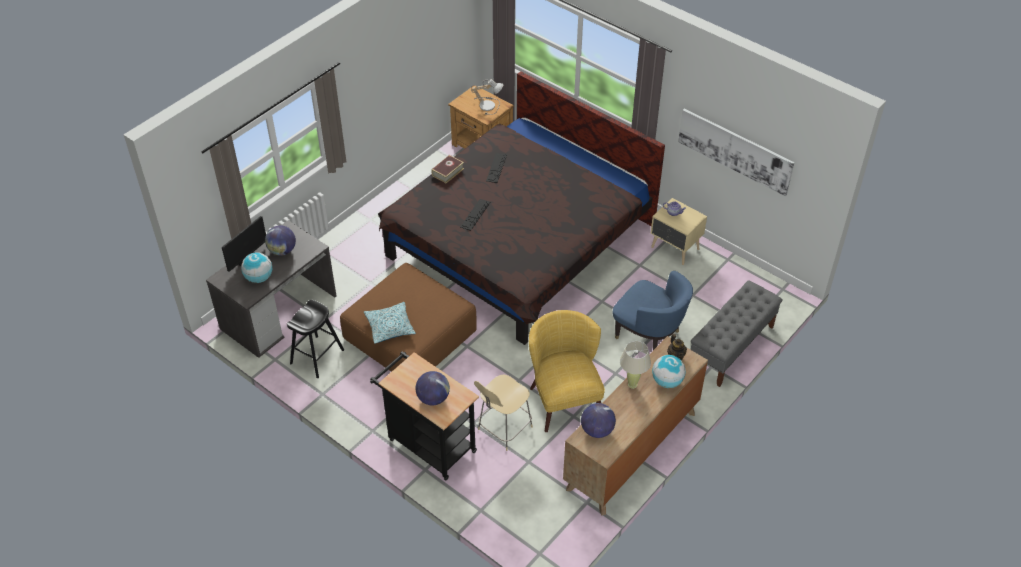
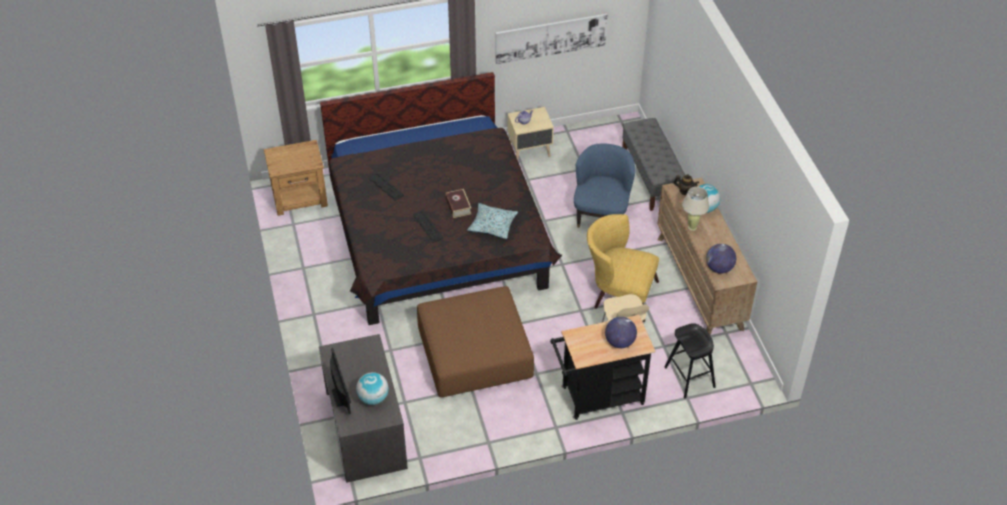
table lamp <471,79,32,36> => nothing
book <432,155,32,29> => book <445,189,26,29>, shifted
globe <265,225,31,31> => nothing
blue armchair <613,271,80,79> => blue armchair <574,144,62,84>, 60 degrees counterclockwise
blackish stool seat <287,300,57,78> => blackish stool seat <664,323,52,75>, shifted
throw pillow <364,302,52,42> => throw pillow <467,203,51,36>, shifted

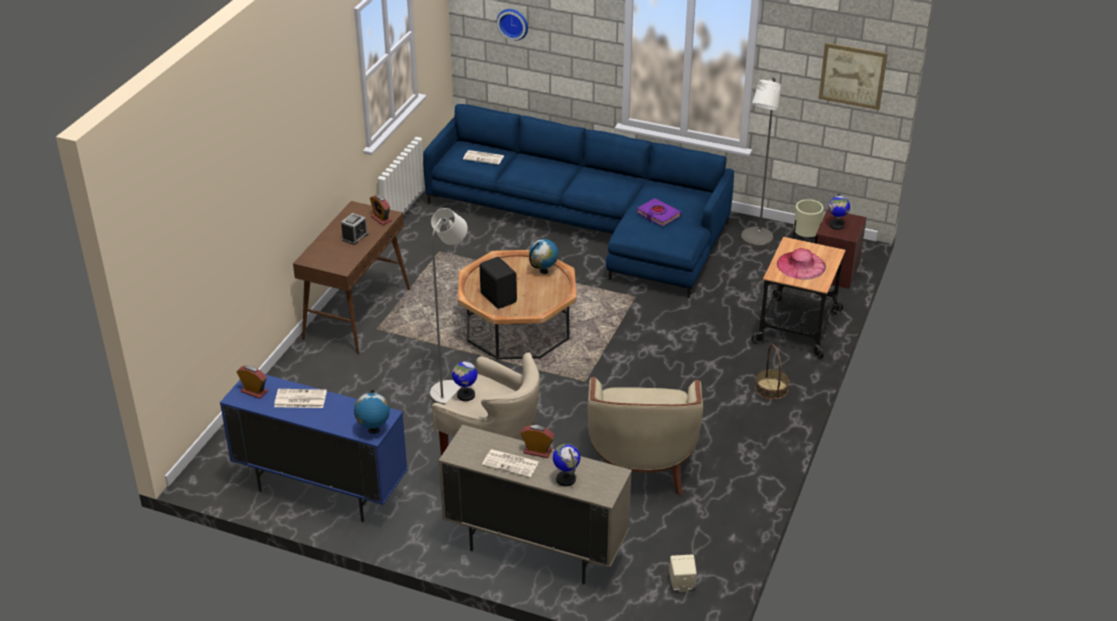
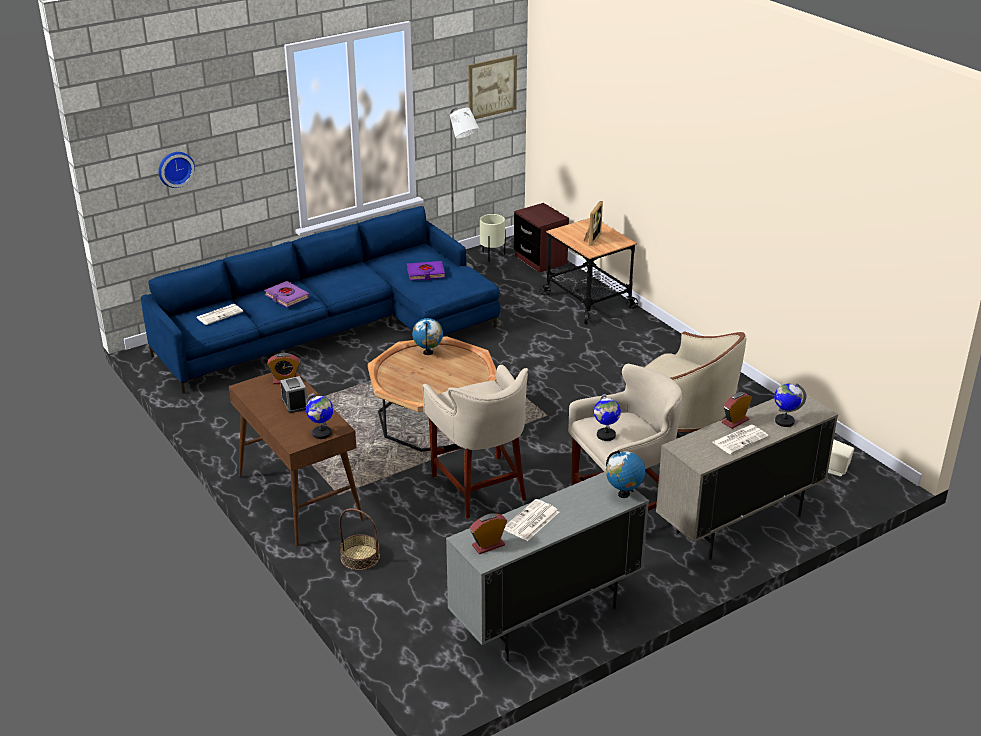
globe <829,192,21,38> => globe <306,393,28,46>, shifted
grey standing lamp <430,208,38,197> => beige stool seat <422,365,106,154>
pinkish hat <777,248,49,32> => picture frame <584,201,19,45>
blackish speaker <480,257,37,52> => nothing
storage basket <755,344,35,56> => storage basket <339,508,41,62>, shifted
blue cupboard <220,374,188,148> => grey cupboard <446,471,203,191>
nothing => purple-coloured book <264,281,46,26>

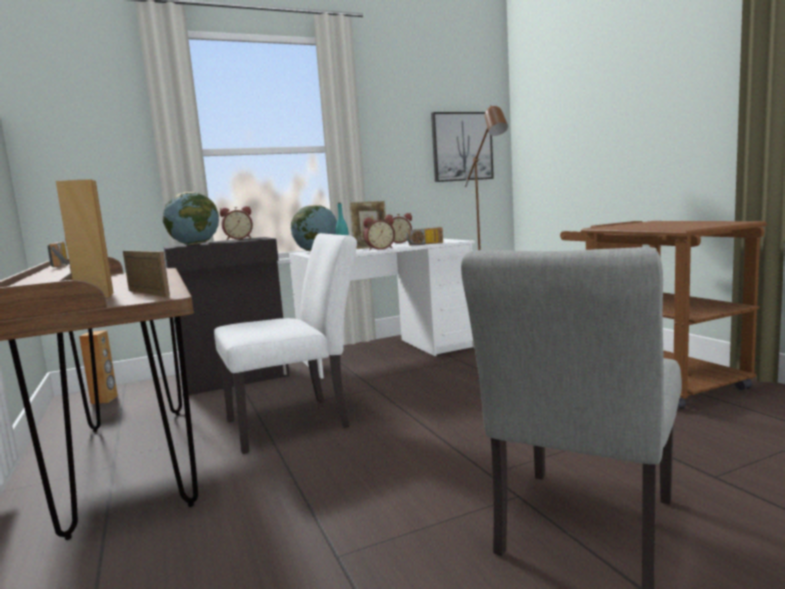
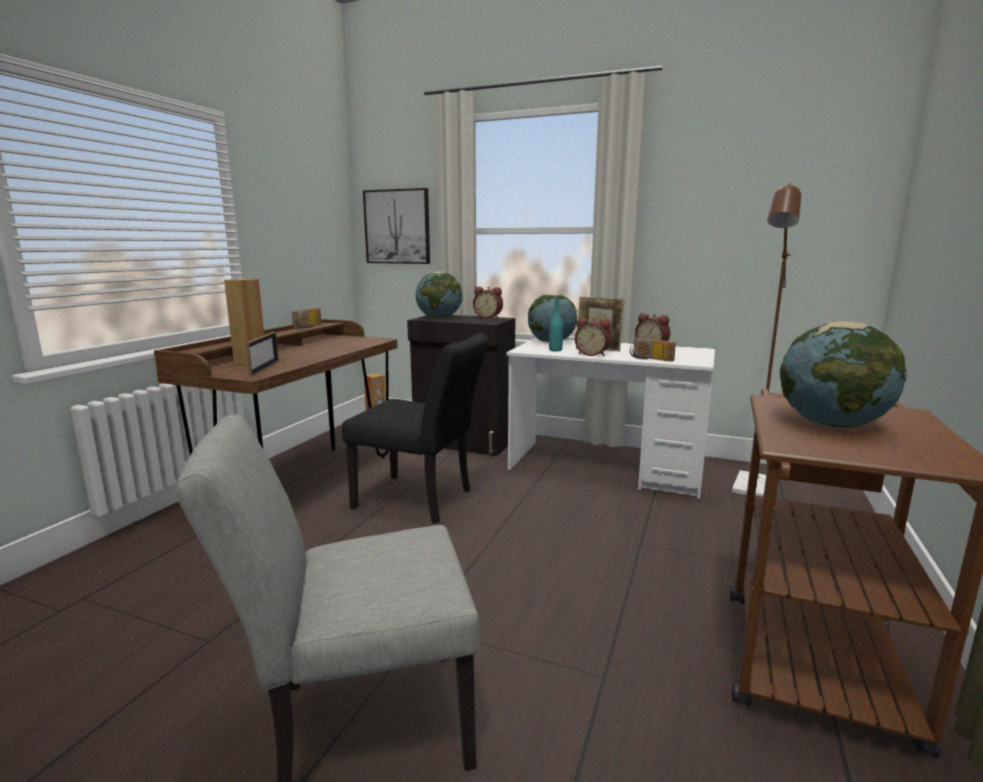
wall art <431,112,63,70> => wall art <363,188,67,76>, shifted
white-coloured chair <214,233,143,221> => blackish chair <342,333,147,191>
nothing => globe <780,321,127,108>

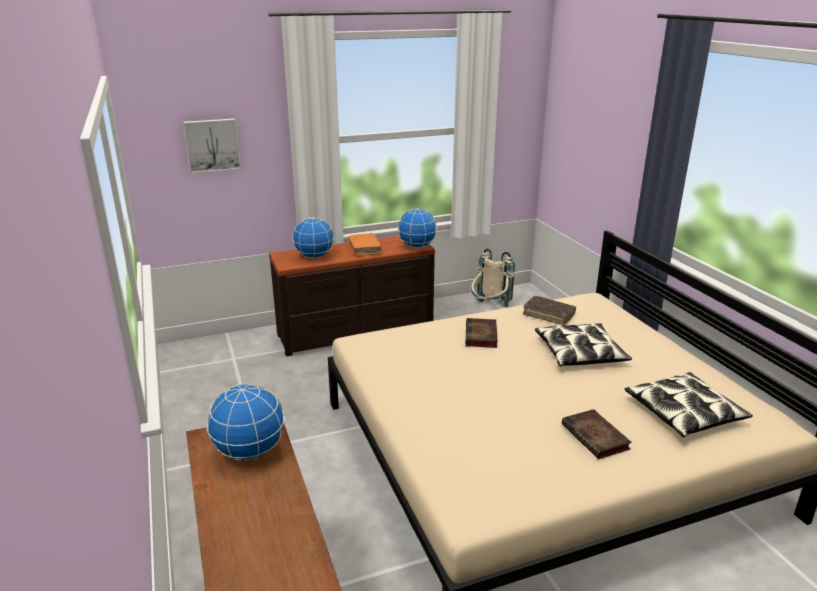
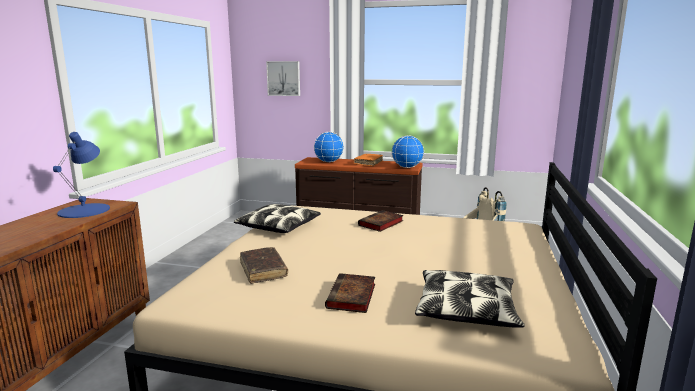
brownish book <523,296,53,30> => brownish book <240,247,48,37>, shifted
throw pillow <535,323,97,43> => throw pillow <234,204,87,29>, shifted
globe <207,384,78,76> => blue table lamp <53,132,57,86>

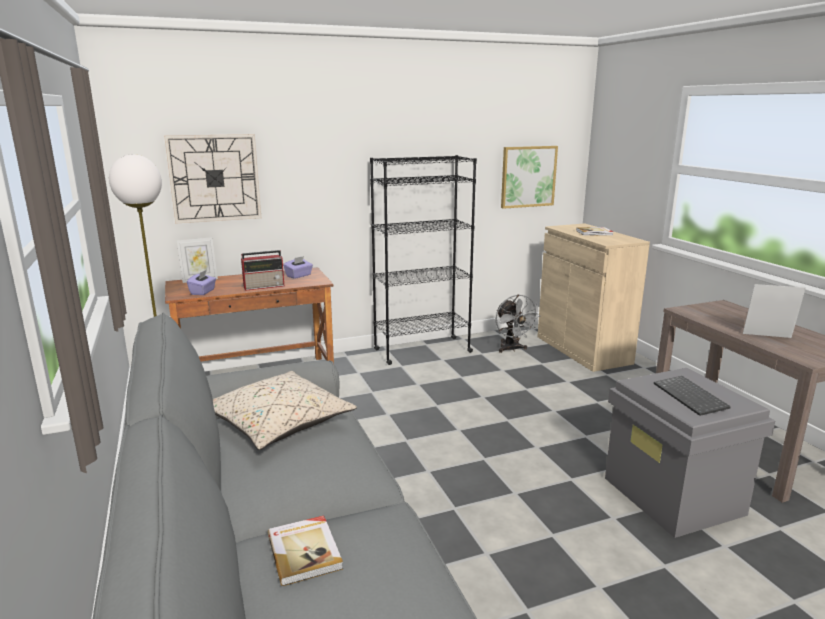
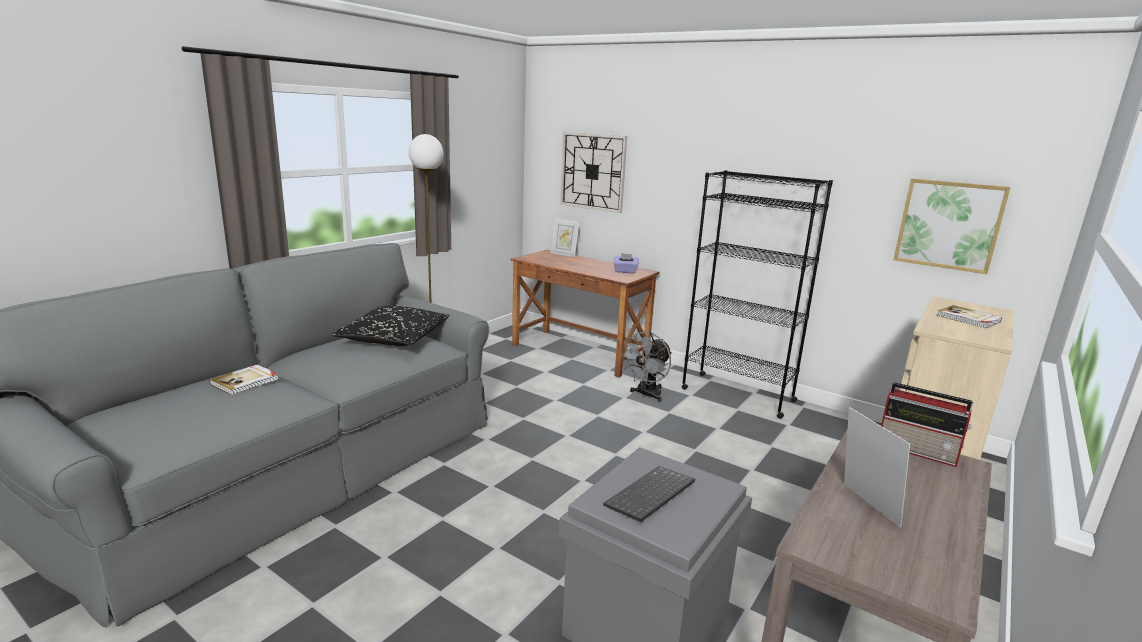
radio receiver <241,250,43,41> => radio receiver <881,382,92,85>, shifted
purple-coloured tissue holder <187,270,29,25> => nothing
grey cooling fan <496,294,45,59> => grey cooling fan <620,332,52,70>, shifted
beige throw pillow <213,371,144,79> => blackish throw pillow <332,306,117,40>

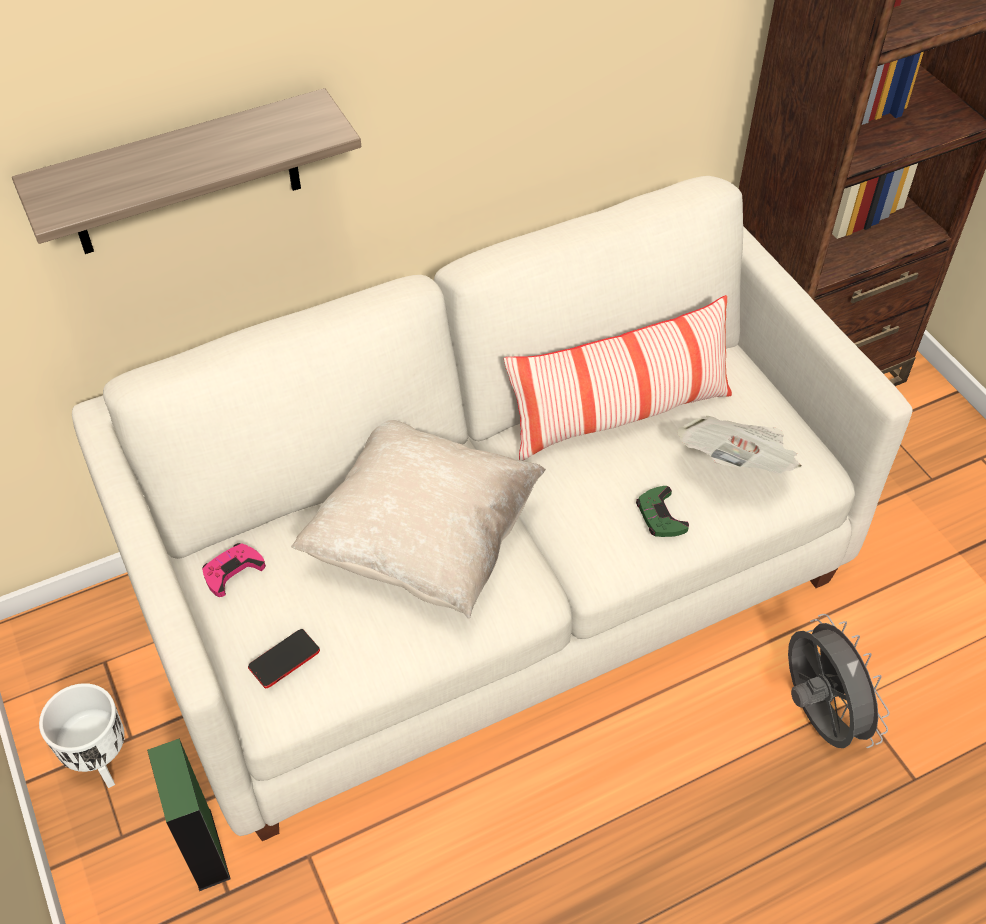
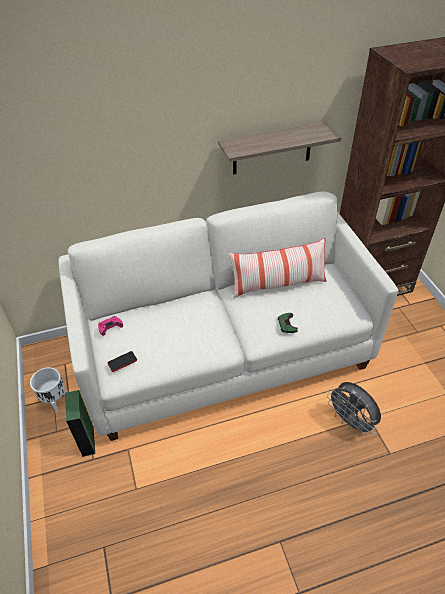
wall shelf <12,88,349,166> => wall shelf <218,122,123,53>, shifted
daily paper <678,416,124,58> => nothing
beige throw pillow <291,420,255,199> => nothing
grey cooling fan <788,614,102,134> => grey cooling fan <327,382,54,55>, 150 degrees clockwise

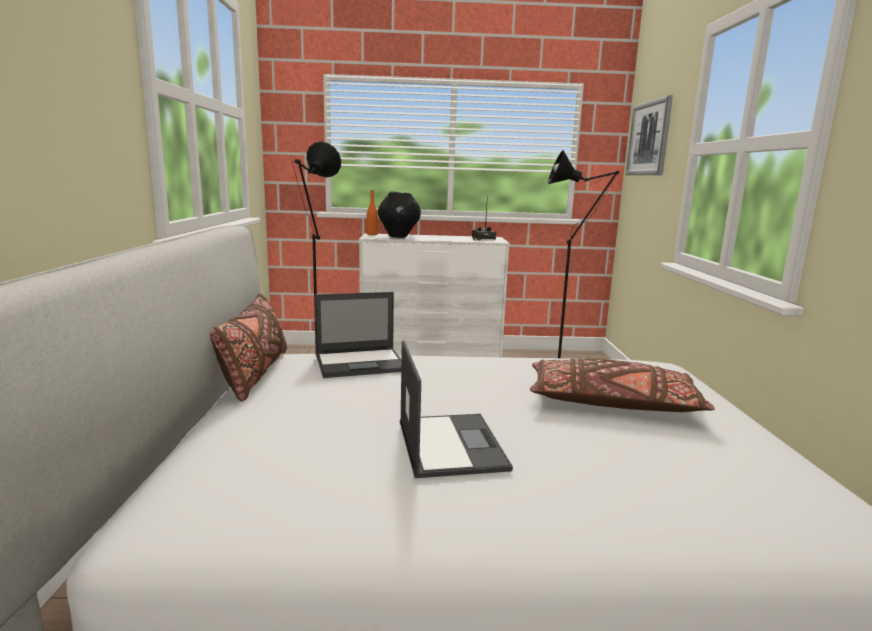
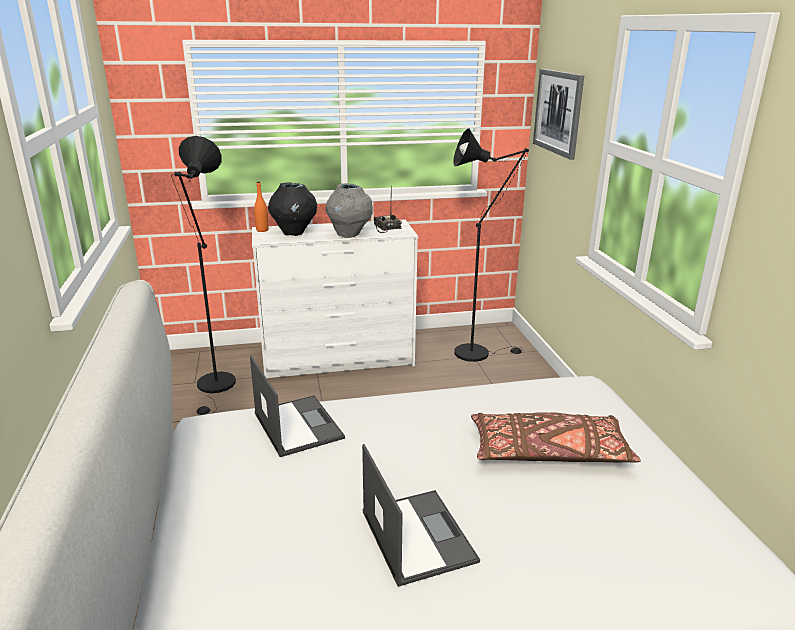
laptop <314,292,87,86> => laptop <250,355,95,102>, 90 degrees counterclockwise
brownish throw pillow <210,293,77,109> => nothing
nothing => grey vase <325,183,48,55>

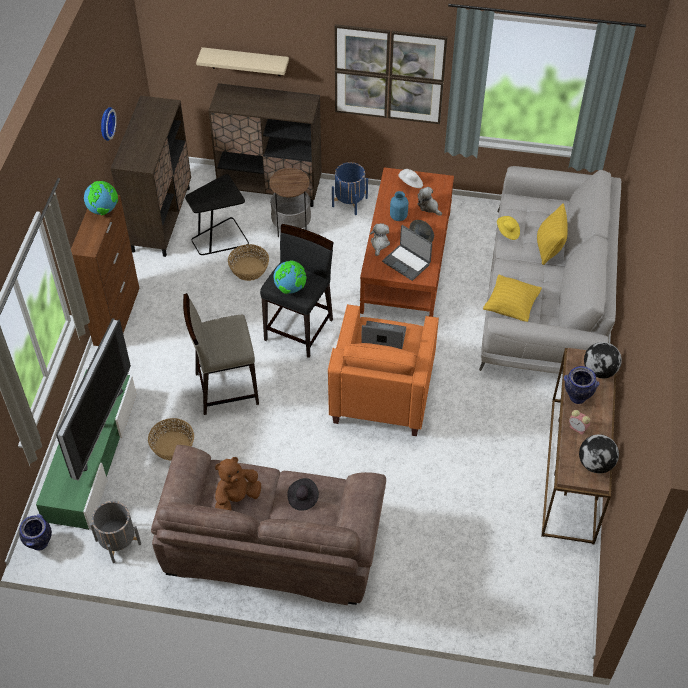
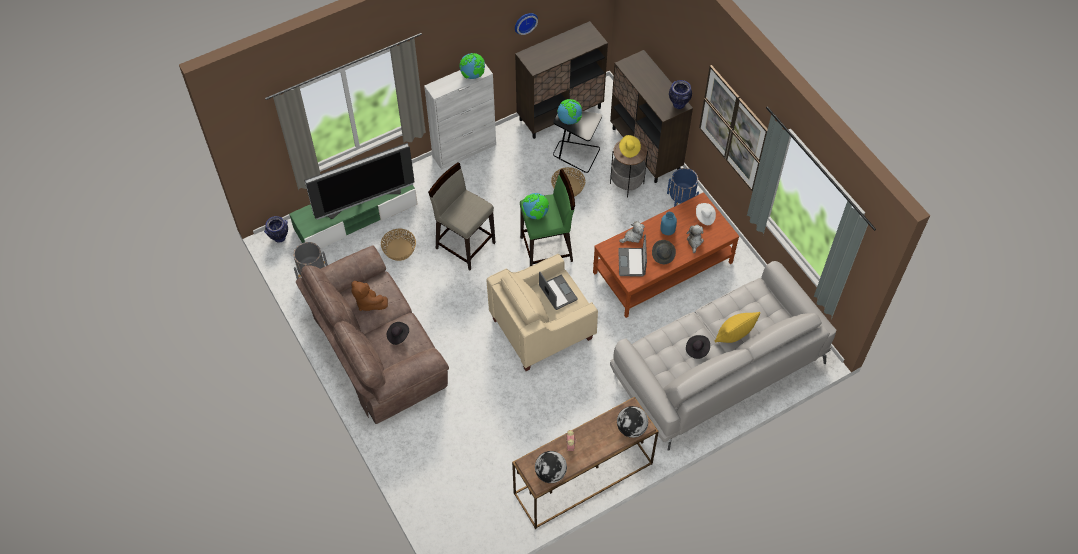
beige wall shelf <196,47,93,29> => nothing
brownish cupboard <71,195,68,151> => white-coloured cupboard <424,64,72,106>
yellowish hat <497,216,23,24> => yellowish hat <619,135,22,23>, shifted
blackish stool seat <260,224,73,134> => green-coloured stool seat <520,169,55,97>
yellowish throw pillow <483,274,59,48> => nothing
orange armchair <328,304,111,132> => beige armchair <486,254,112,117>
vase <564,366,35,38> => vase <669,80,23,29>, shifted
brownish plush toy <215,457,46,53> => brownish plush toy <351,281,37,30>, 150 degrees counterclockwise
nothing => globe <557,99,25,26>
nothing => blackish hat <686,335,24,24>

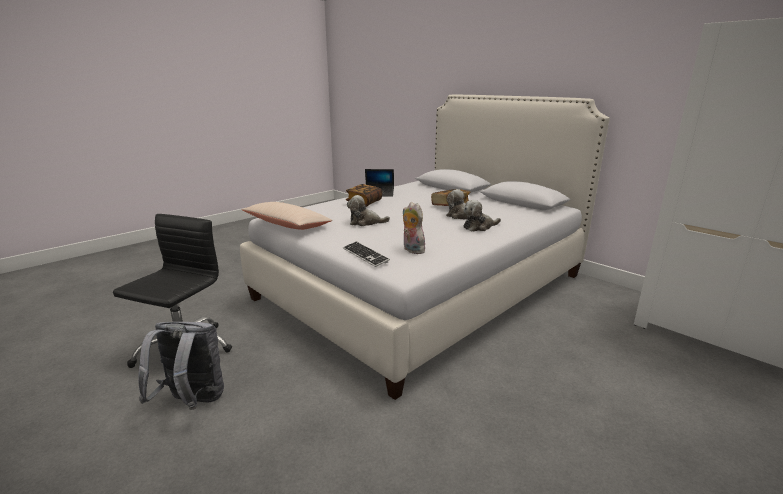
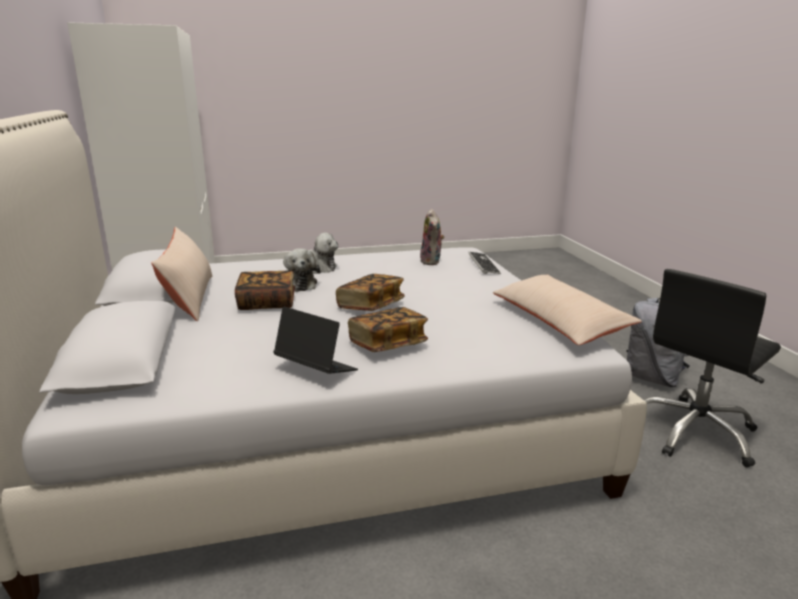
plush toy <347,195,43,31> => nothing
nothing => beige throw pillow <151,227,61,95>
nothing => book <336,274,69,37>

